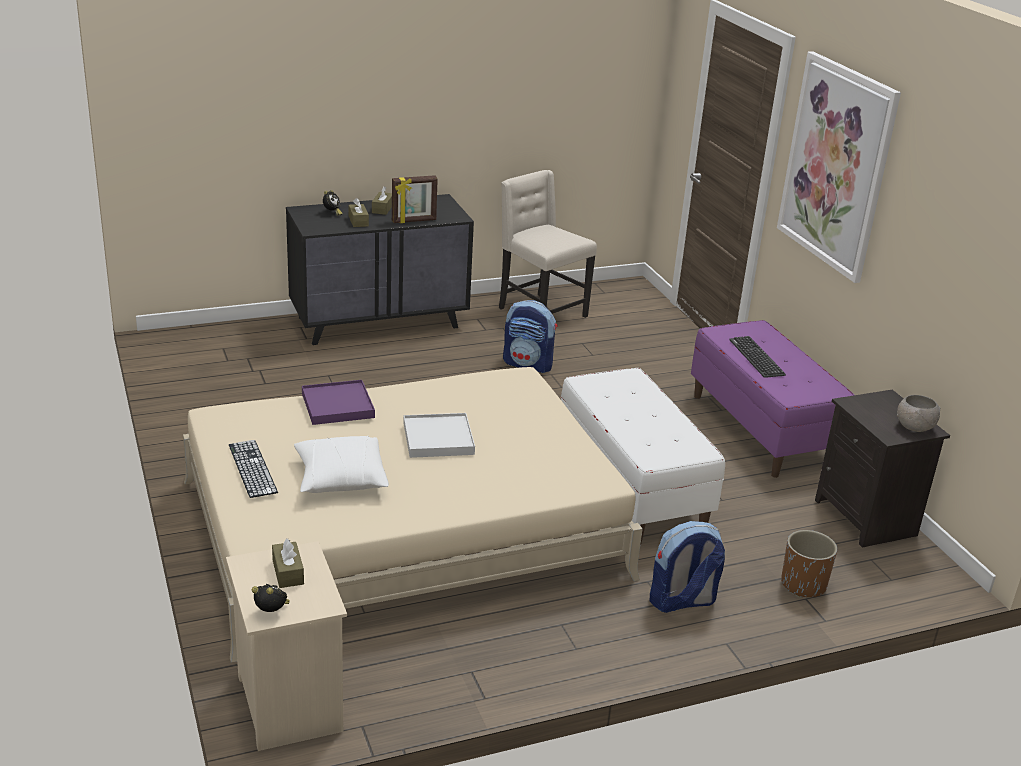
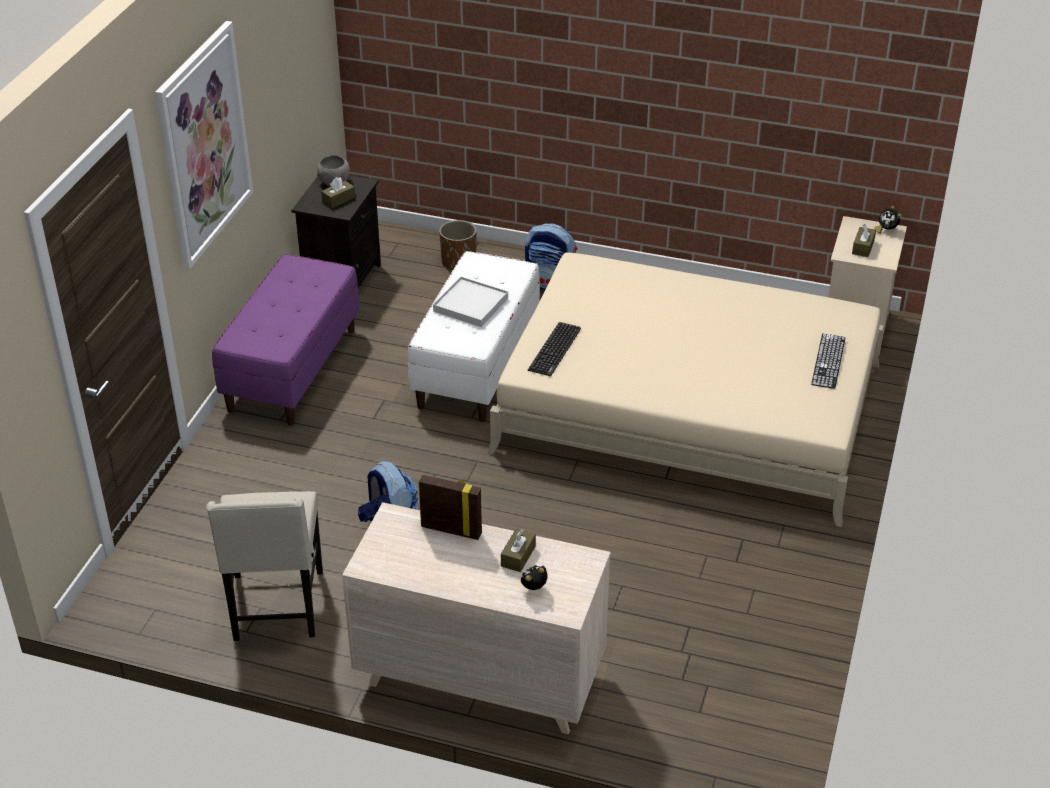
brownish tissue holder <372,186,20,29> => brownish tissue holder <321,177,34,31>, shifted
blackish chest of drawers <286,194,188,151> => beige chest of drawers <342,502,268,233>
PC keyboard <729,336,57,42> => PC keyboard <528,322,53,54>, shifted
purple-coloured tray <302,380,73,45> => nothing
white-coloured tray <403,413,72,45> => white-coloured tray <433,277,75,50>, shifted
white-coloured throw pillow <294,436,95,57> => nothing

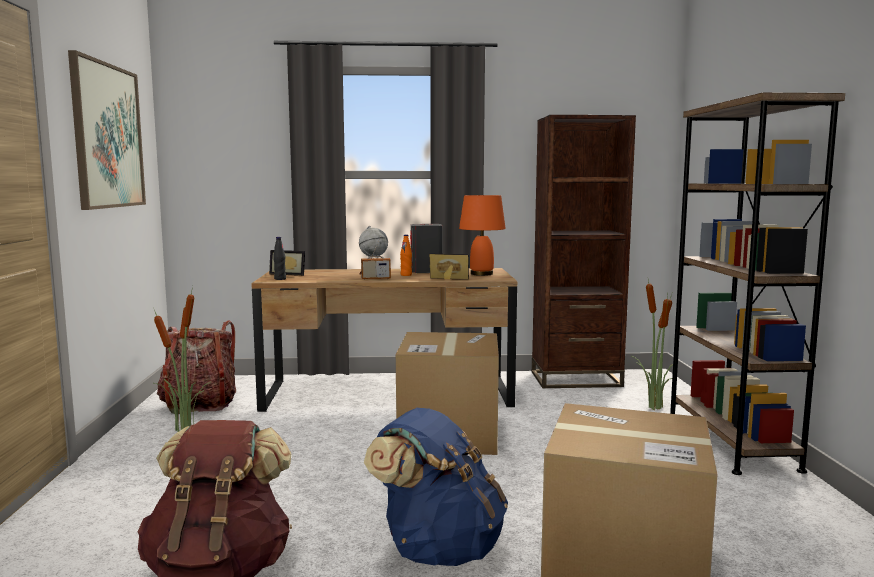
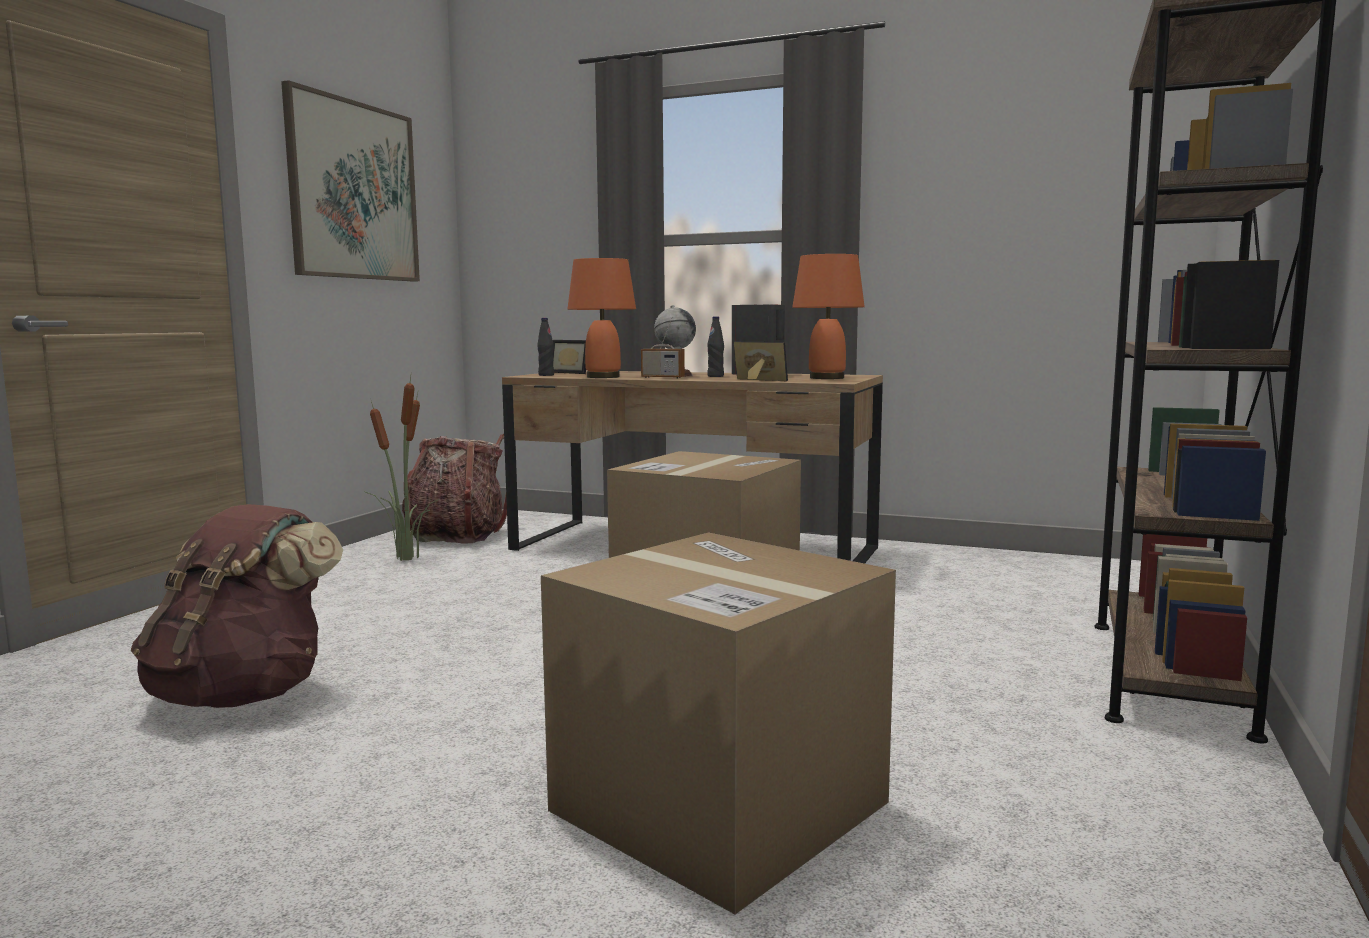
brownish bookshelf <532,115,104,273> => nothing
orange drink bottle <400,234,12,42> => blackish drink bottle <707,316,17,61>
potted plant <632,280,41,130> => nothing
blue backpack <364,408,144,158> => nothing
nothing => orange table lamp <567,258,69,120>

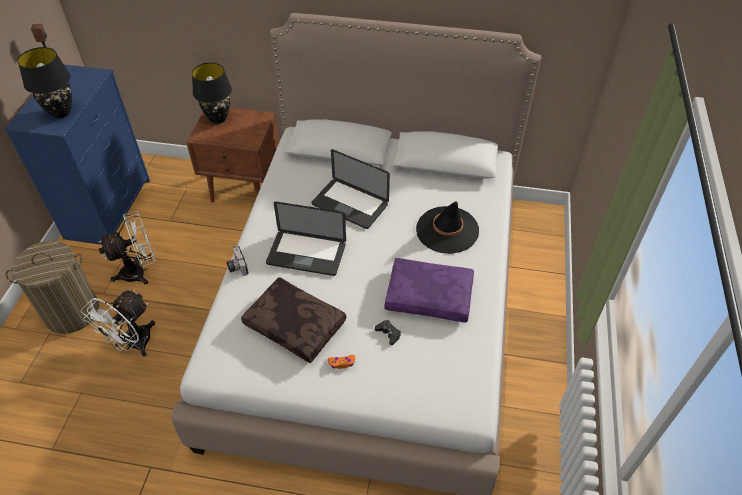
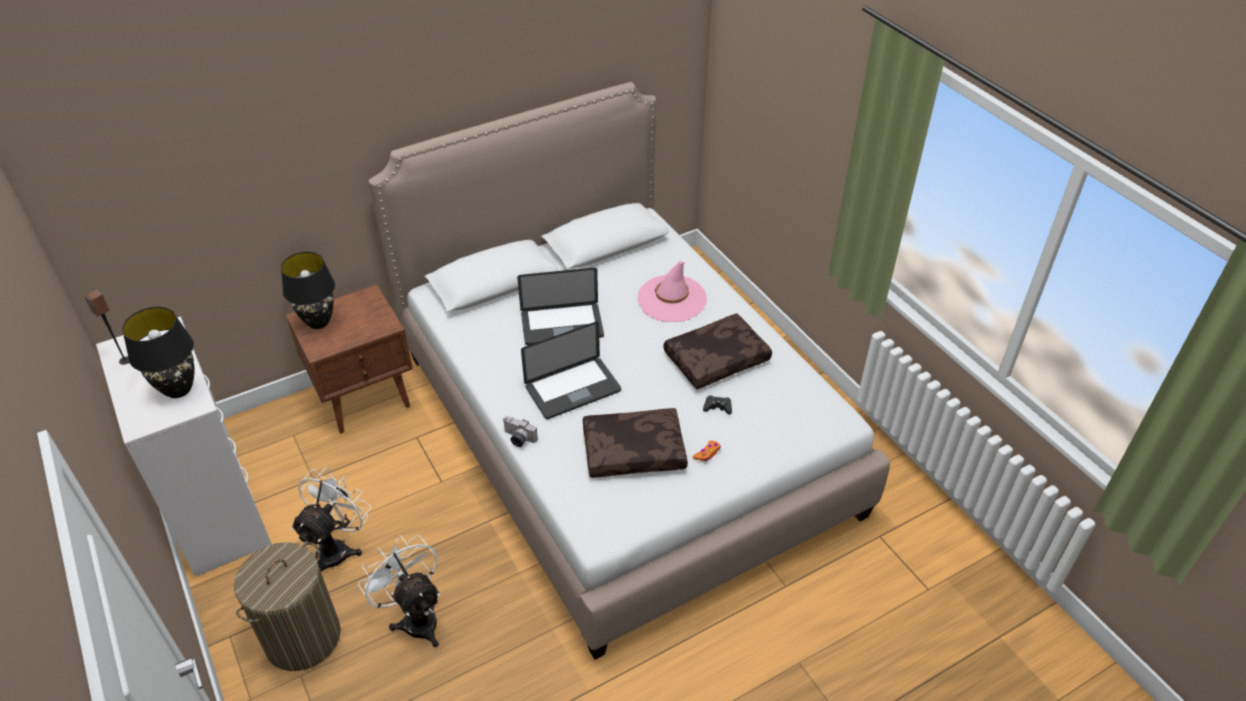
blue chest of drawers <5,65,145,180> => white-coloured chest of drawers <96,317,176,260>
blackish hat <416,201,63,53> => pinkish hat <638,261,69,61>
purple-coloured throw pillow <384,258,90,64> => brownish throw pillow <664,313,108,76>
white-coloured cooling fan <81,290,74,67> => white-coloured cooling fan <358,535,82,112>, 150 degrees clockwise

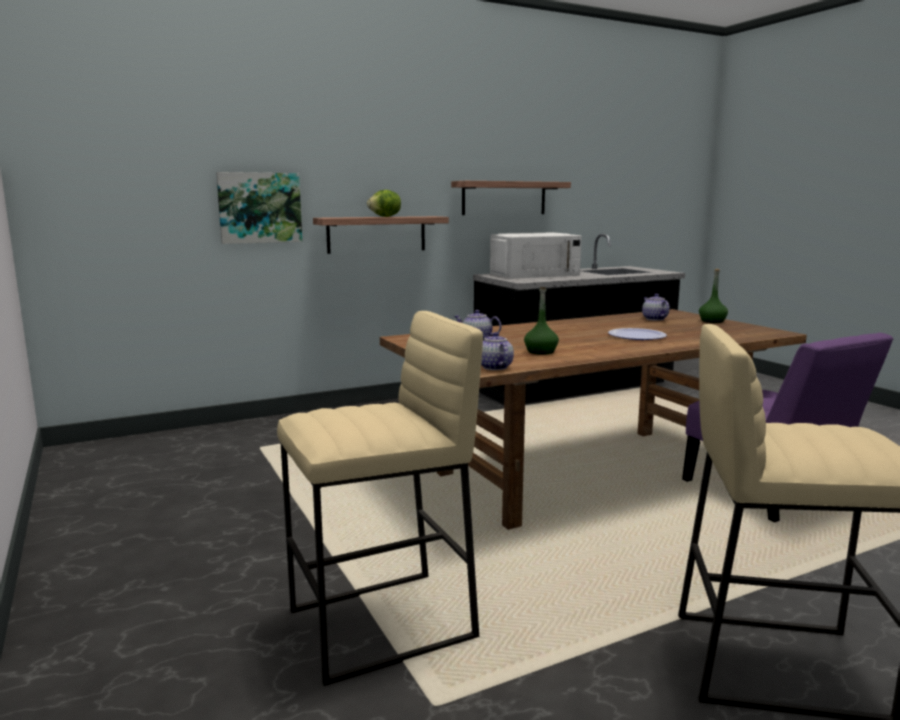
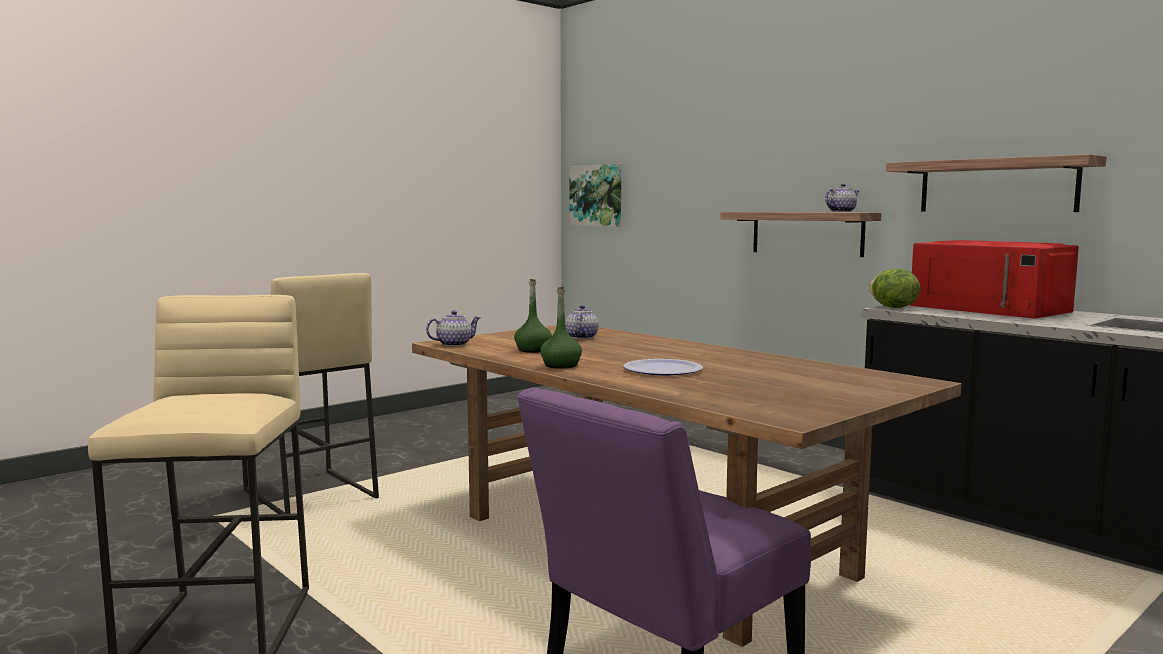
wall art <216,172,86,72> => wall art <570,164,51,63>, shifted
head of lettuce <367,190,34,27> => head of lettuce <869,268,51,40>, shifted
white-coloured kitchen microwave <490,232,92,47> => red kitchen microwave <910,240,169,79>
green-coloured drink bottle <699,269,29,54> => green-coloured drink bottle <540,286,42,83>, shifted
pot for tea <642,294,27,27> => pot for tea <825,184,34,28>, shifted

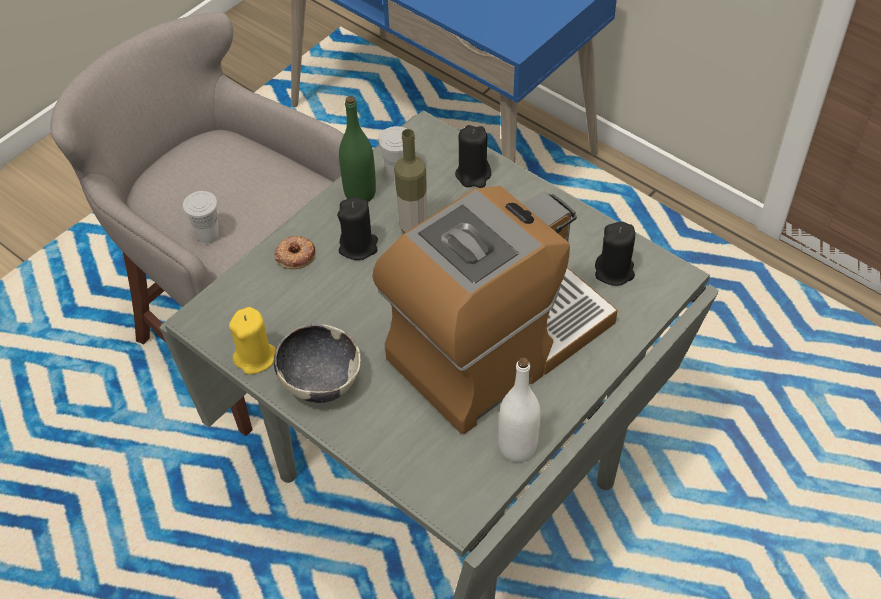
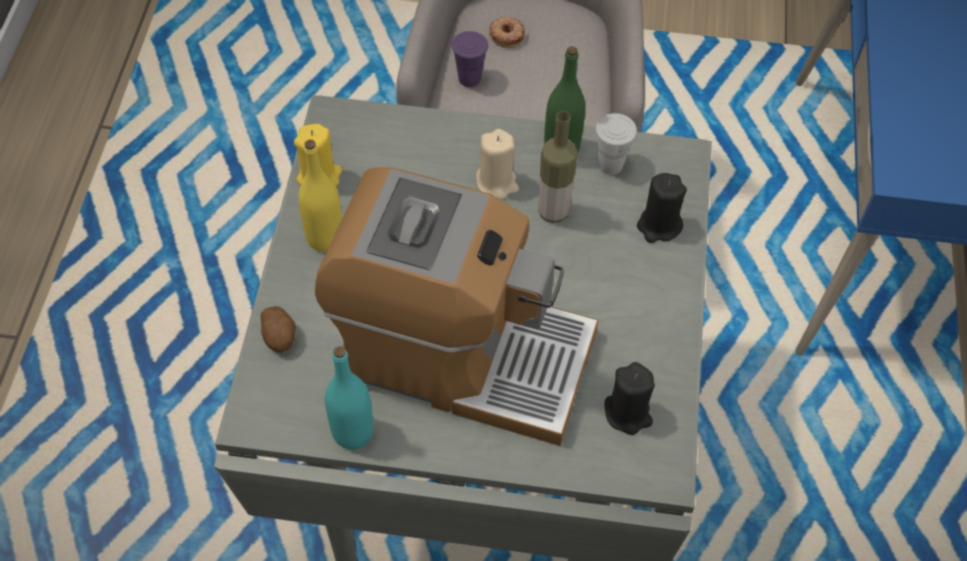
white-coloured drinking cup <183,191,36,52> => purple-coloured drinking cup <452,31,36,56>
blackish candle <337,197,41,63> => beige candle <476,129,43,71>
ring doughnut <274,236,42,33> => ring doughnut <489,17,36,31>, shifted
bowl <274,324,87,79> => yellowish drink bottle <298,140,44,112>
white-coloured drink bottle <499,358,42,104> => turquoise drink bottle <325,346,48,104>
nothing => spud <261,306,35,47>

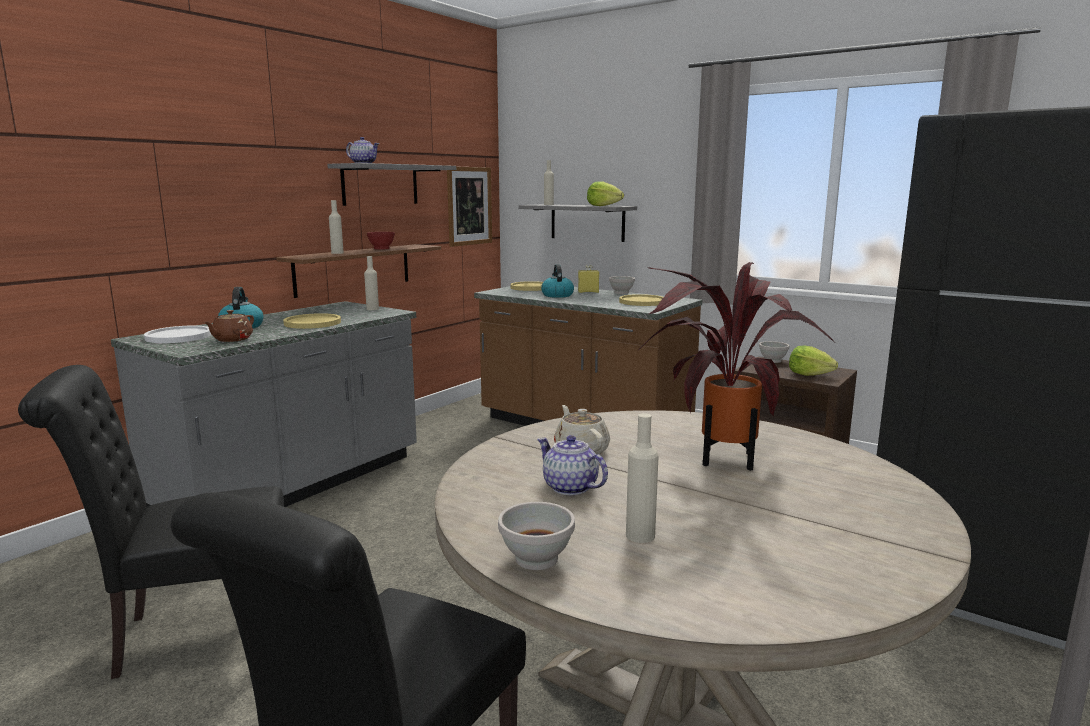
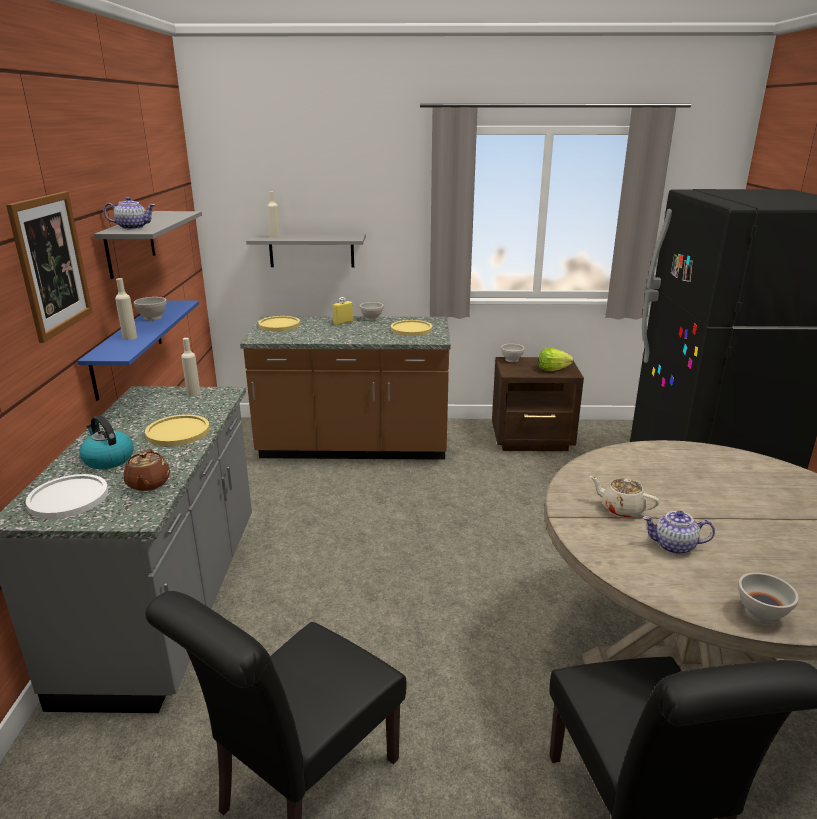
wall art <447,167,45,80> => wall art <6,191,87,152>, shifted
head of lettuce <587,181,37,25> => nothing
red bowl <367,232,28,18> => white-coloured bowl <134,297,33,24>
brownish wall shelf <276,244,165,54> => blue wall shelf <78,301,121,100>
potted plant <638,262,196,209> => nothing
tea kettle <541,264,33,34> => nothing
beige drink bottle <626,413,33,130> => nothing

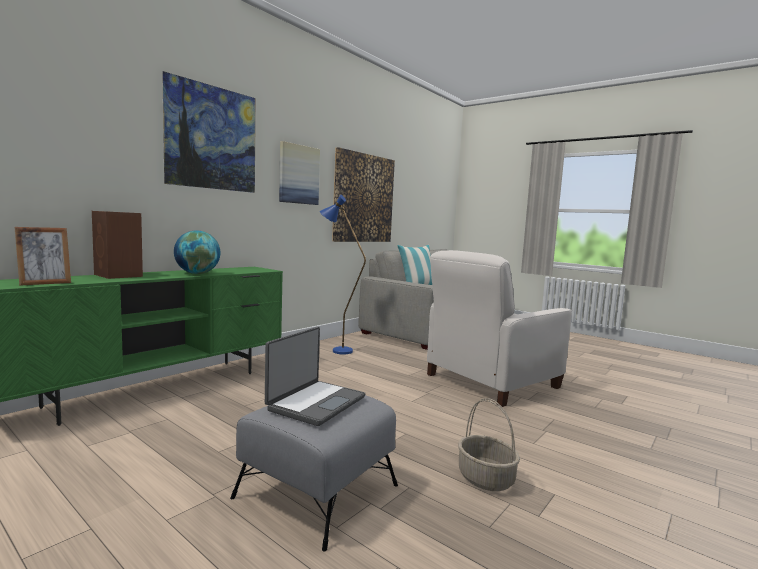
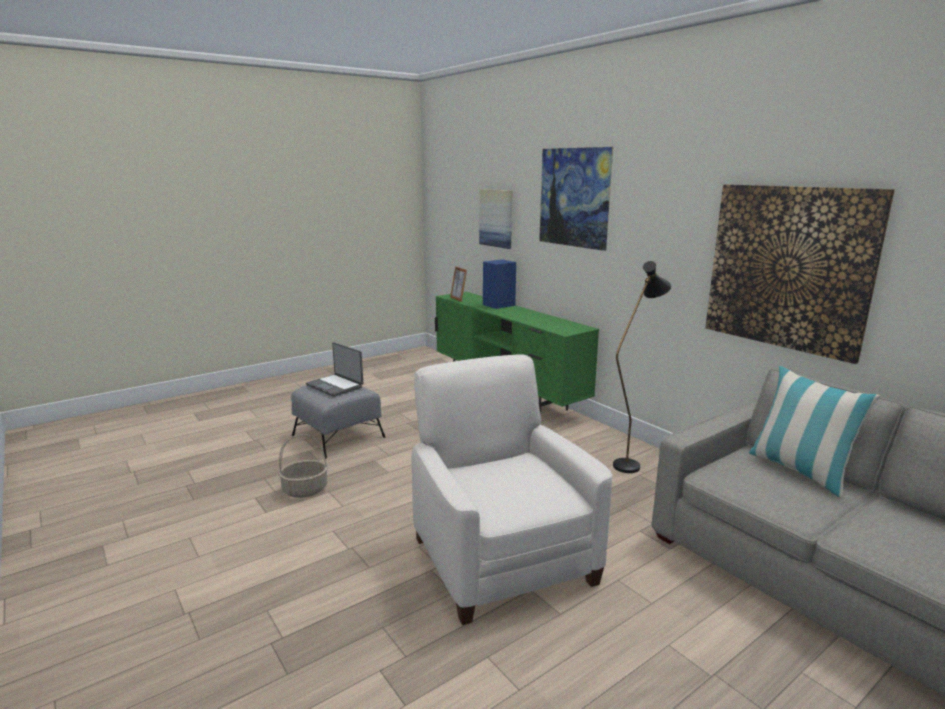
wall art <279,141,41,64> => wall art <479,189,33,60>, shifted
blue standing lamp <320,195,46,160> => blackish standing lamp <613,261,58,212>
brownish speaker <92,211,51,68> => blue speaker <483,259,33,50>
globe <174,231,46,43> => nothing

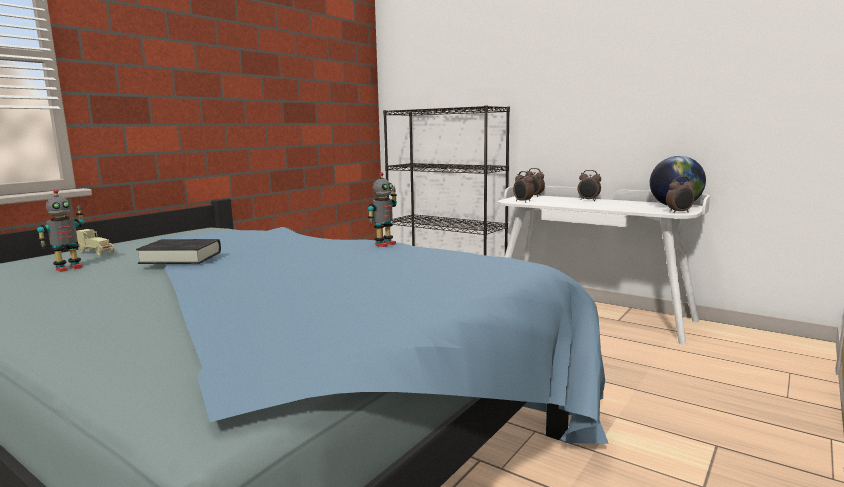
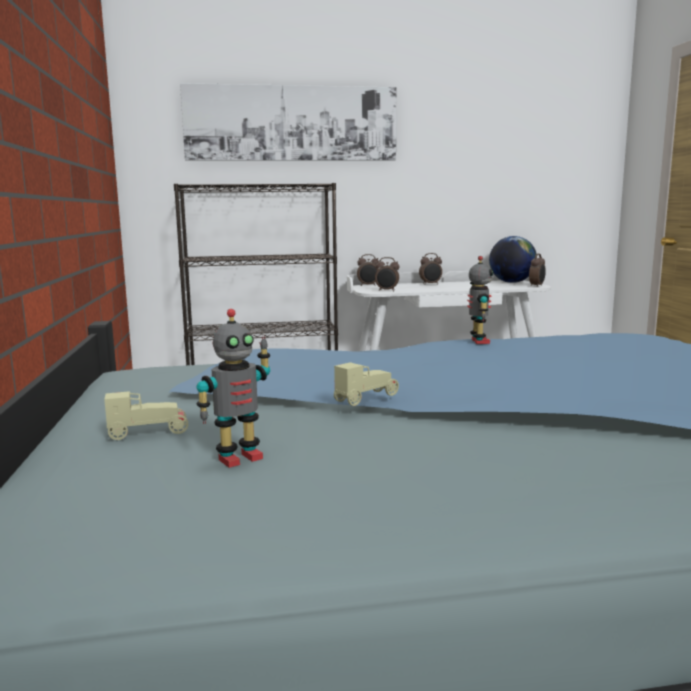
robot figure <37,189,47,83> => robot figure <197,309,73,159>, 60 degrees clockwise
blackish book <136,239,85,25> => beige toy car <334,362,65,44>
nothing => wall art <180,83,216,78>

